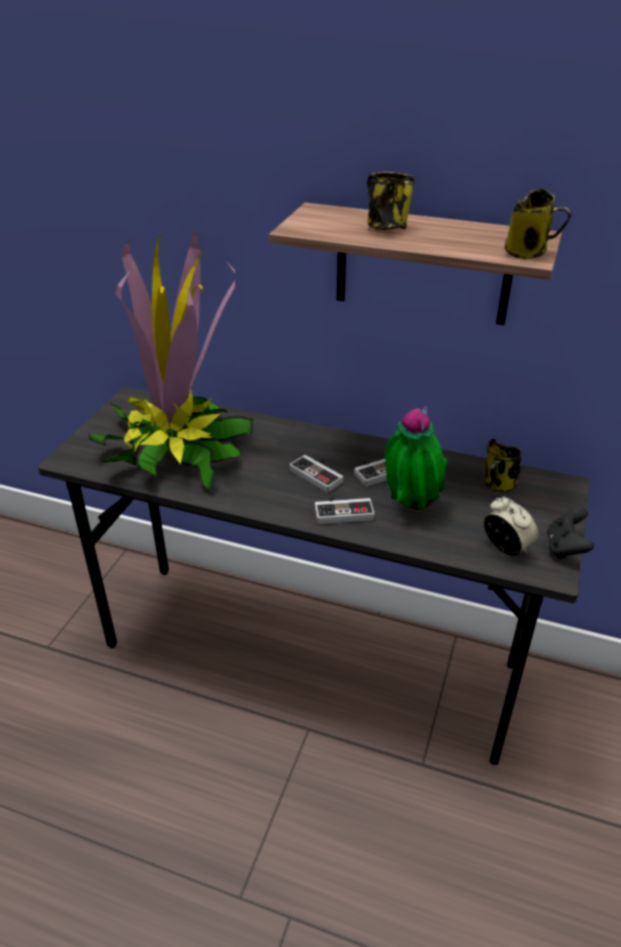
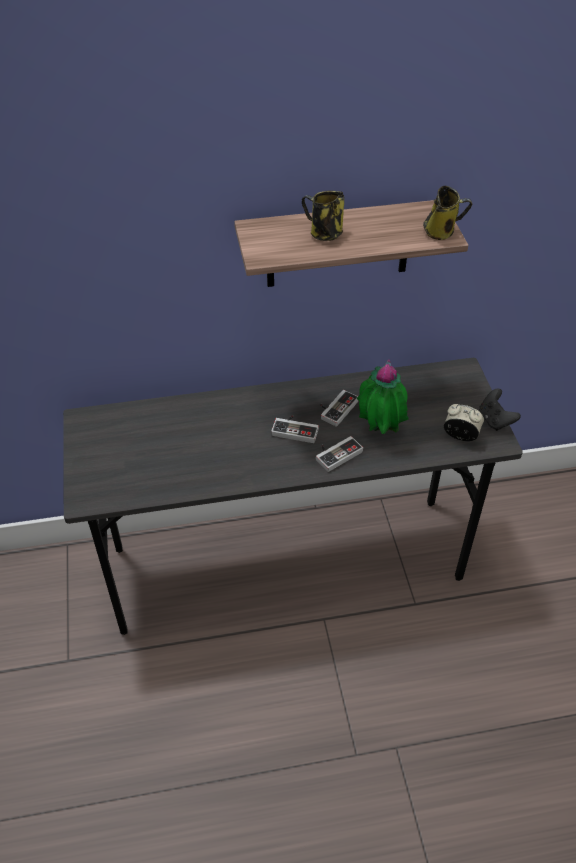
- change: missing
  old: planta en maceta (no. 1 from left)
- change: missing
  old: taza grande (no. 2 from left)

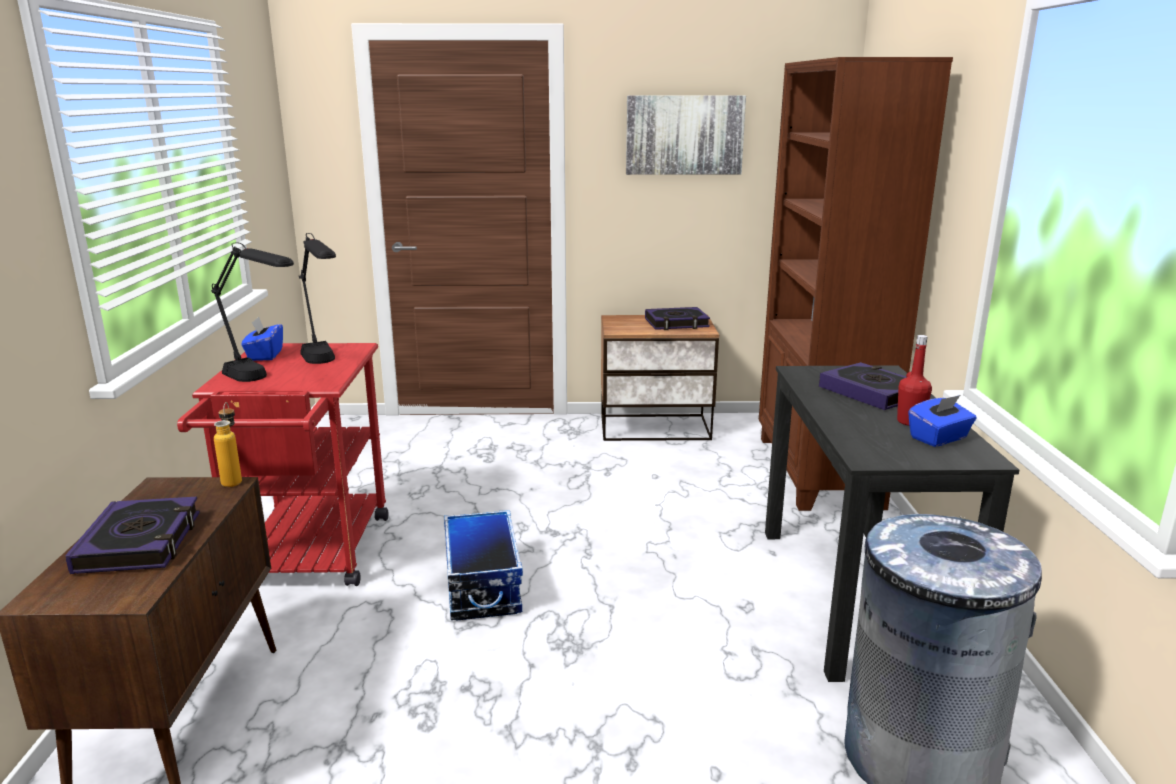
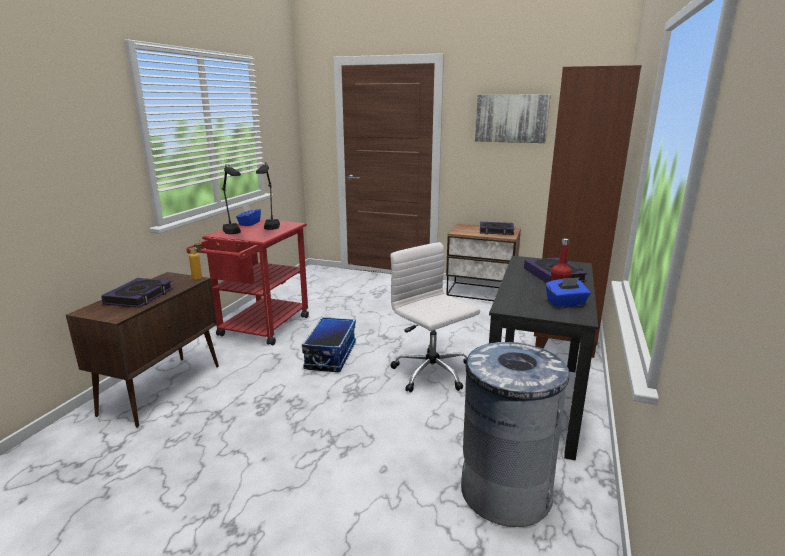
- change: appeared
  new: silla de oficina/blanco

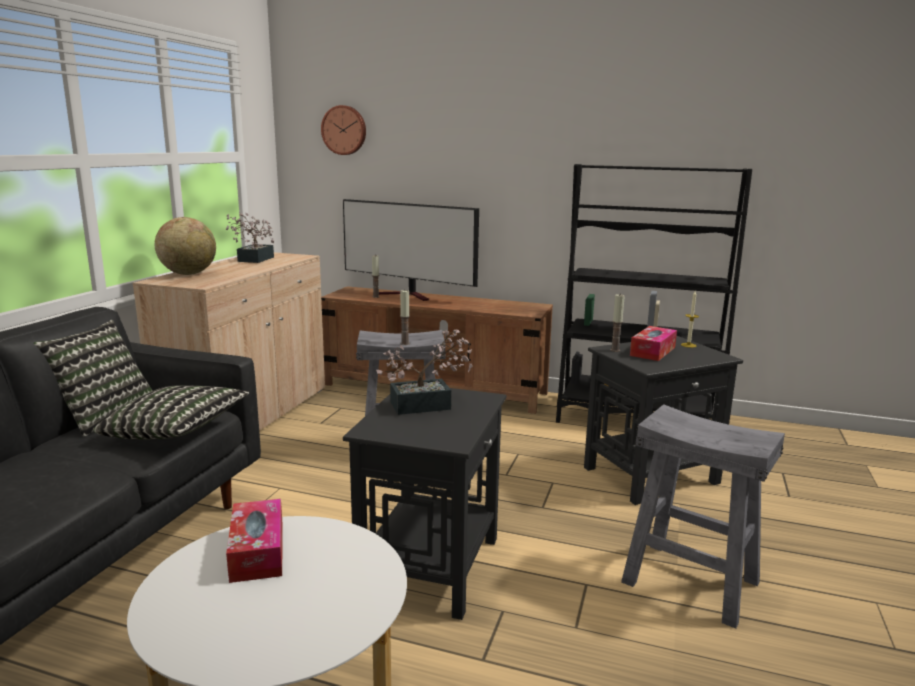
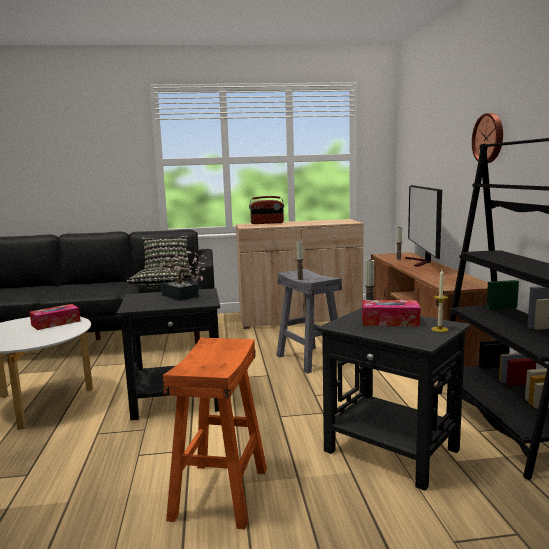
- change: colour
  old: taburete/gris (no. 2 from left)
  new: taburete/naranja
- change: exchanged
  old: globo terráqueo
  new: radio
- change: relocated
  old: reloj de pared
- change: missing
  old: planta en maceta (no. 1 from left)

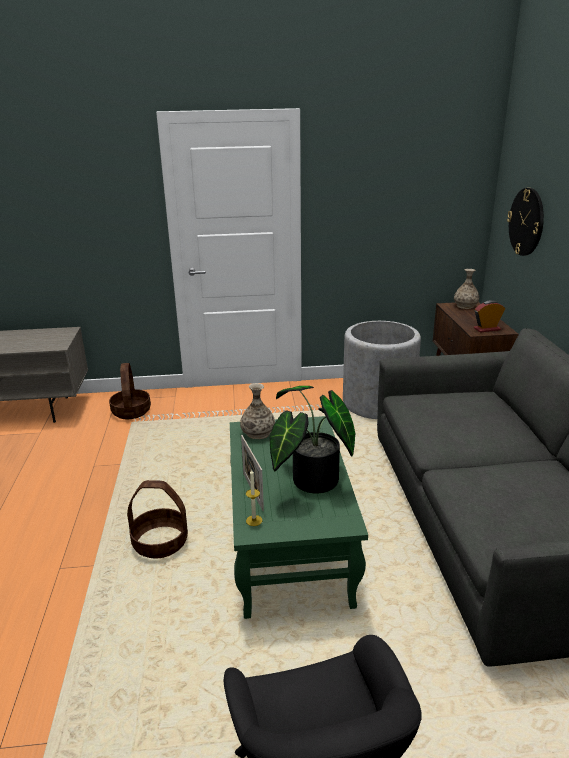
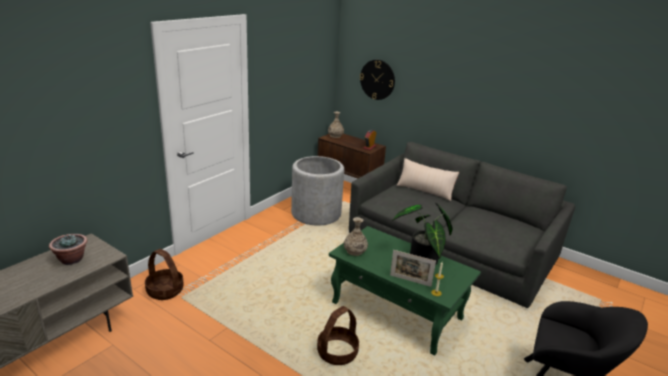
- change: appeared
  new: planta en maceta (no. 1 from left)
- change: appeared
  new: cojín/beis

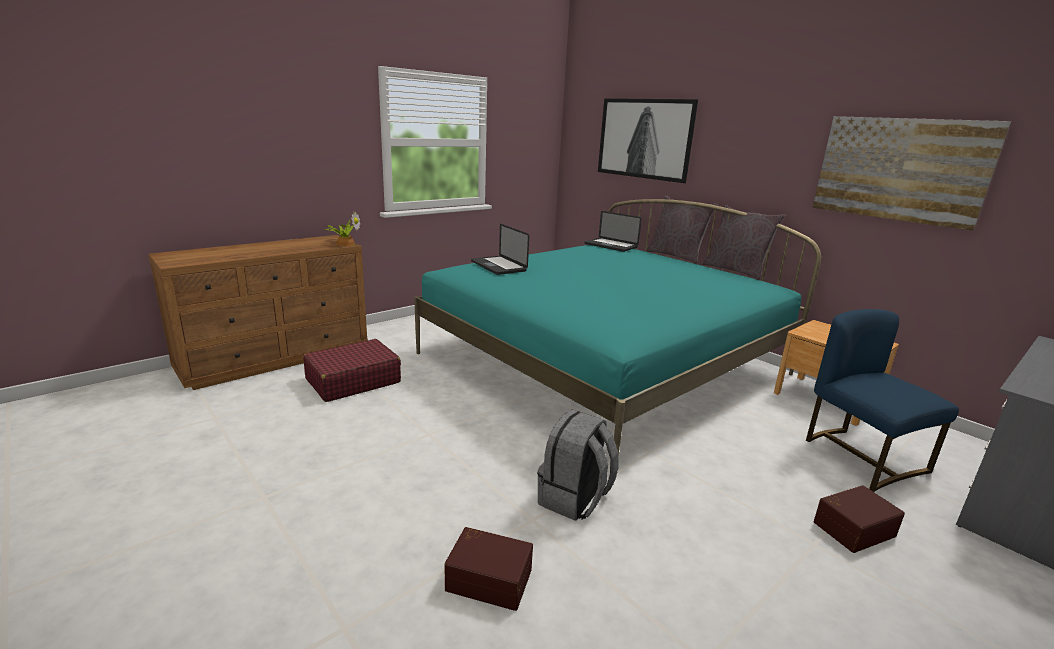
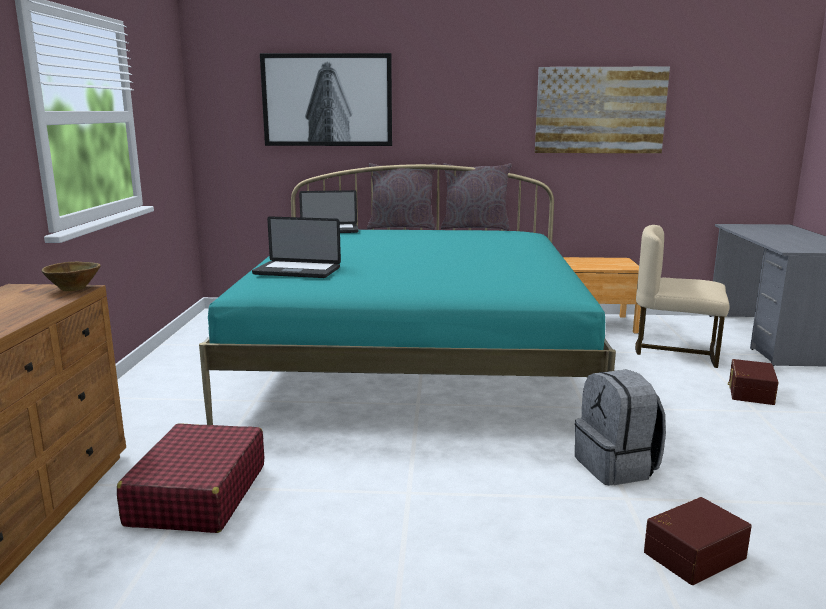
- change: exchanged
  old: planta en maceta
  new: cuenco/marrón
- change: colour
  old: silla/azul
  new: silla/beis

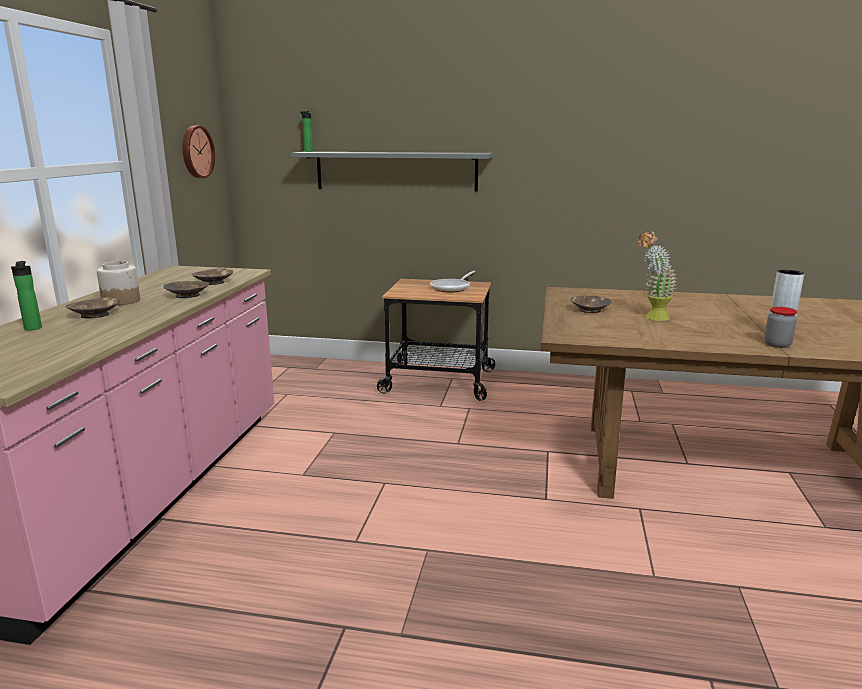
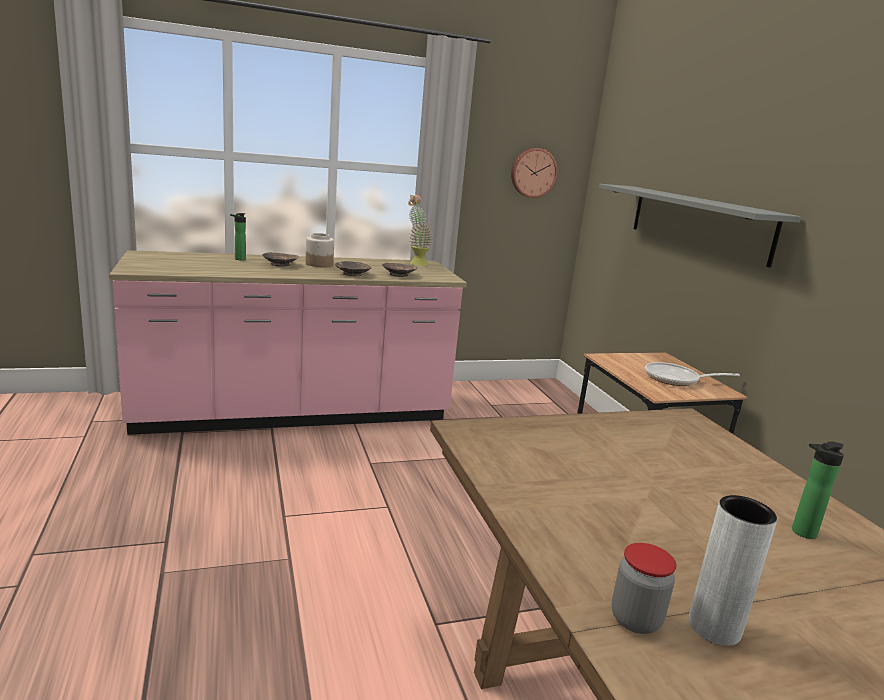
- change: relocated
  old: planta en maceta
- change: relocated
  old: botella (no. 2 from left)
- change: missing
  old: cuenco/marrón (no. 4 from left)

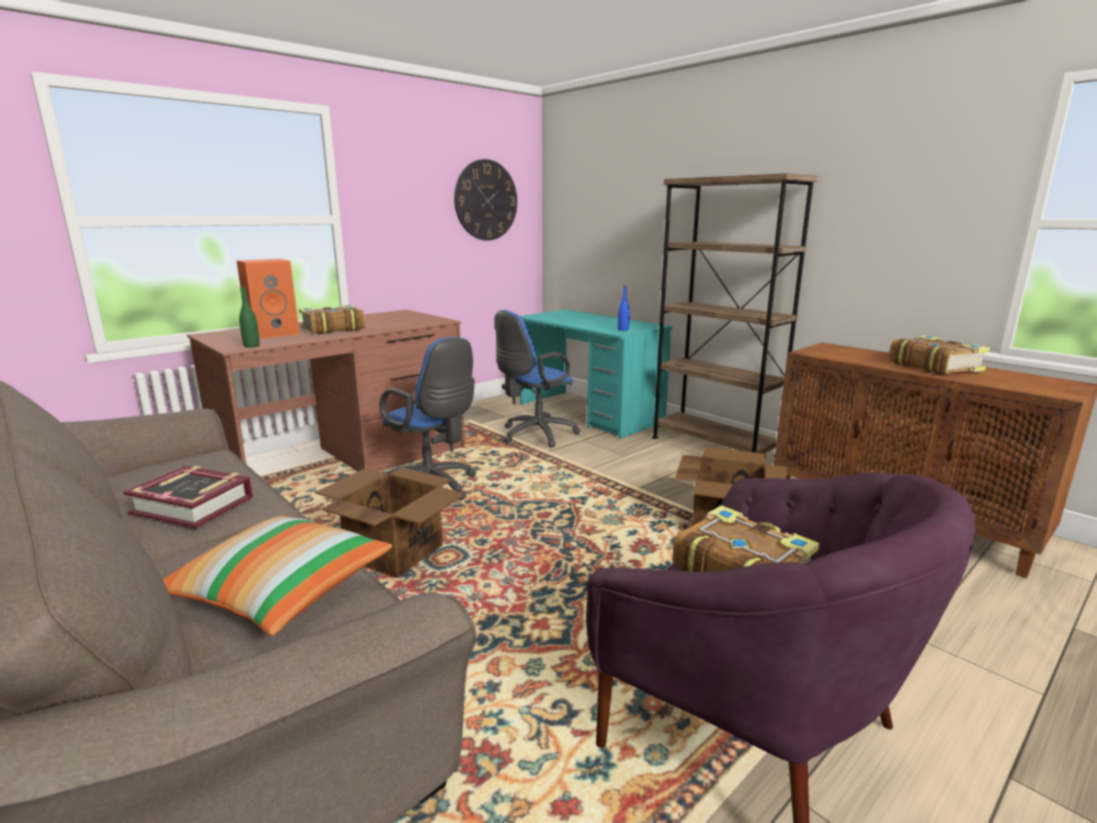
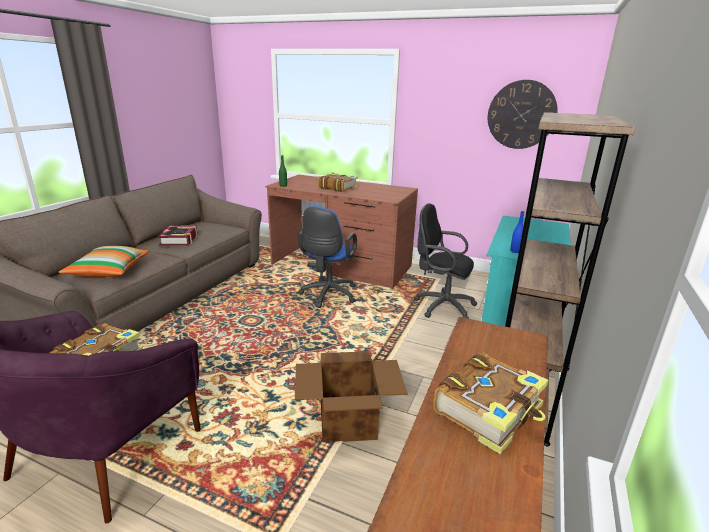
- change: colour
  old: silla de oficina/azul (no. 2 from left)
  new: silla de oficina/negro
- change: missing
  old: altavoz/naranja
- change: missing
  old: caja de cartón (no. 1 from left)

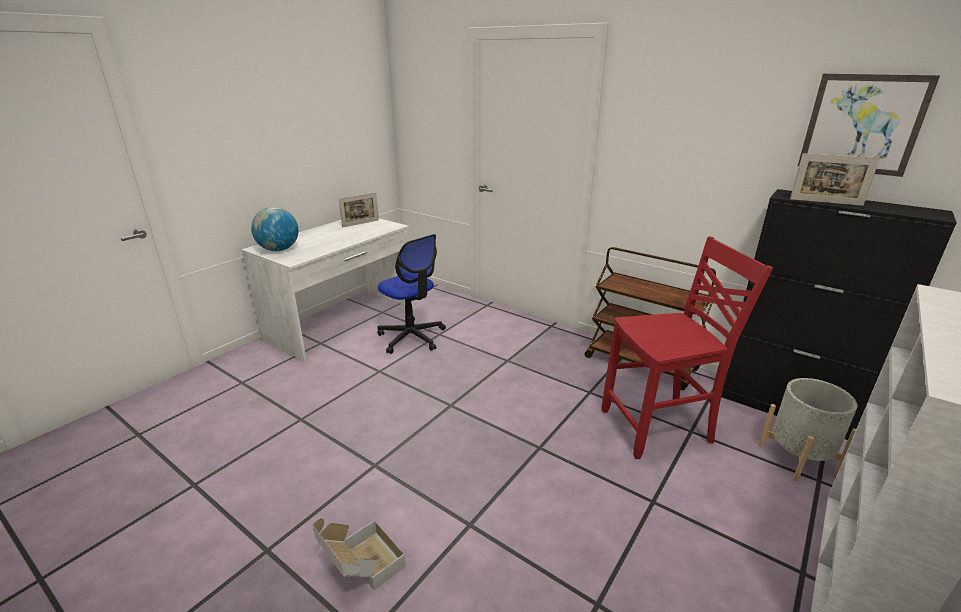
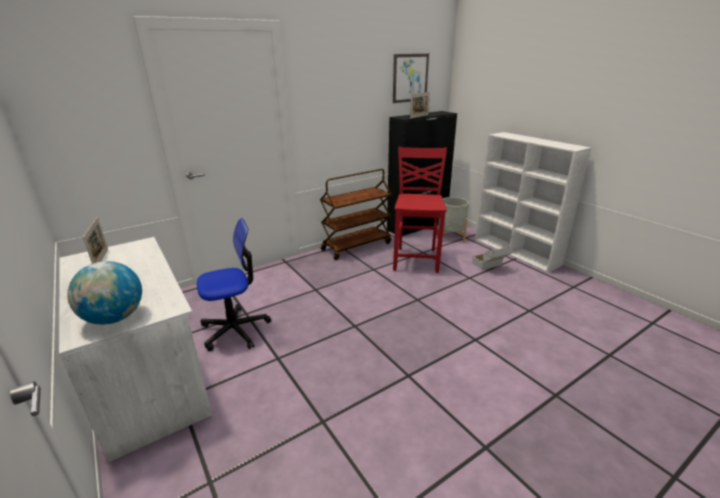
- change: relocated
  old: caja de cartón

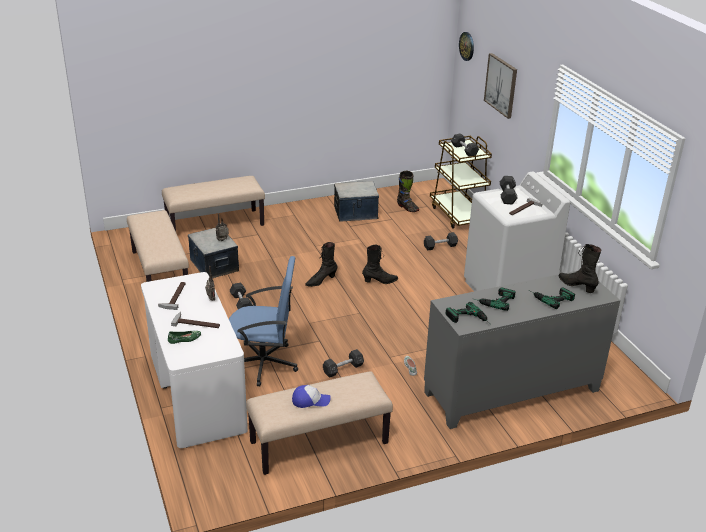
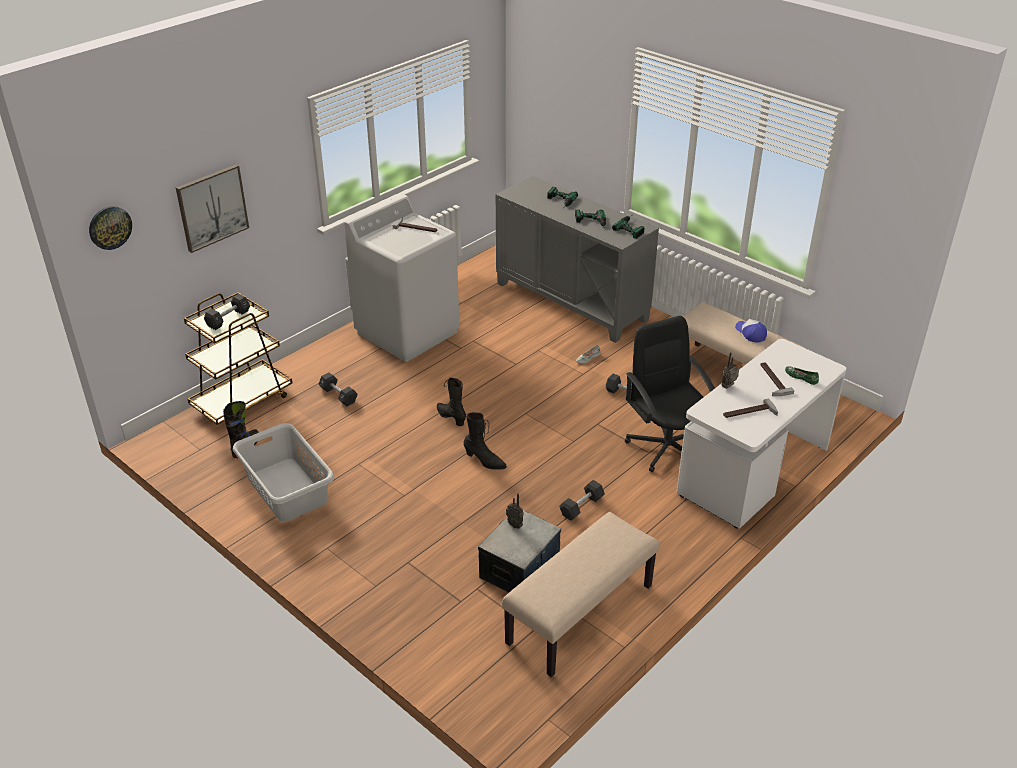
- change: exchanged
  old: caja de almacenaje (no. 2 from left)
  new: cesto de la ropa/gris
- change: colour
  old: silla de oficina/azul
  new: silla de oficina/negro
- change: missing
  old: banco/beis (no. 2 from left)
- change: missing
  old: mancuerna/negro (no. 5 from left)
- change: missing
  old: bota/negro (no. 4 from left)

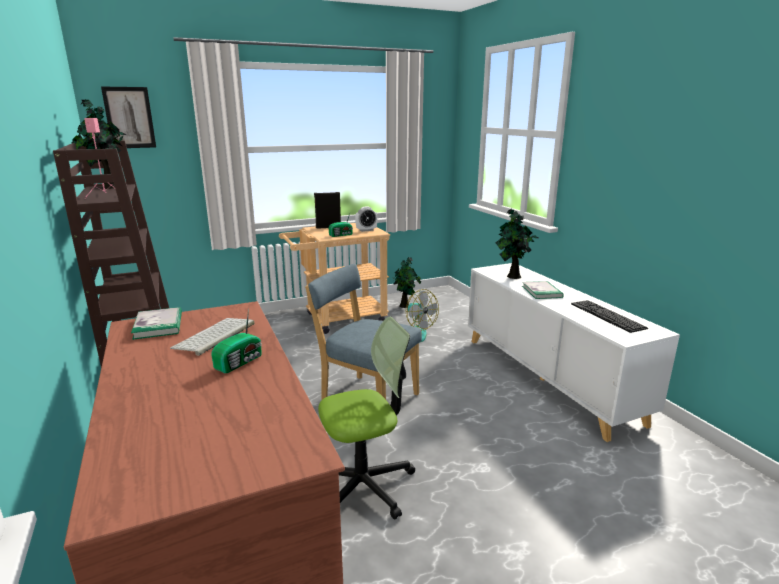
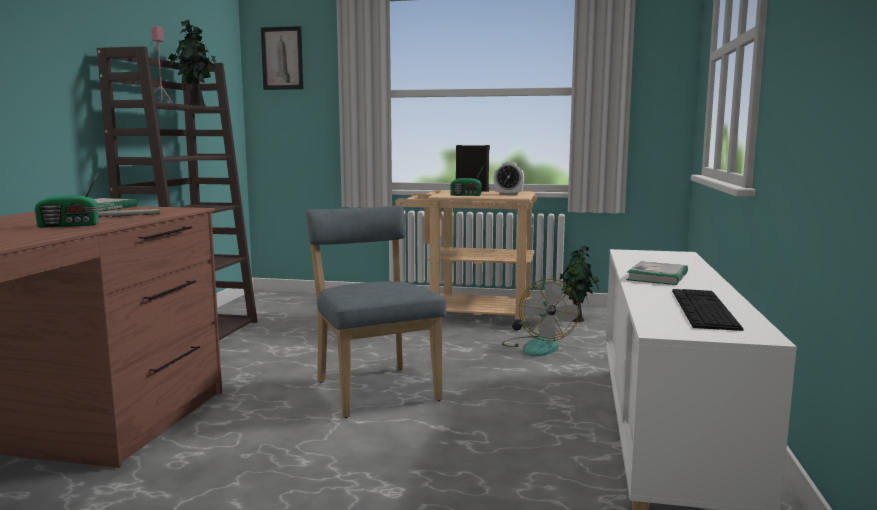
- change: missing
  old: silla de oficina
- change: missing
  old: planta en maceta (no. 3 from left)

